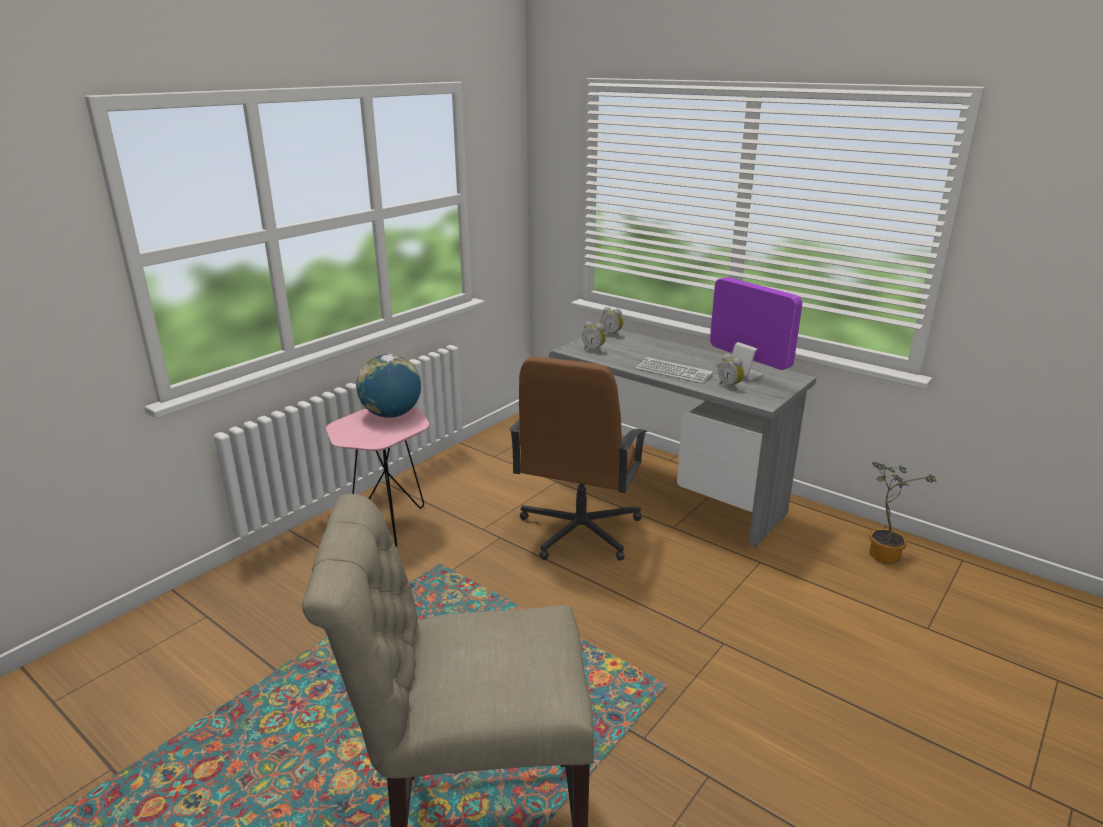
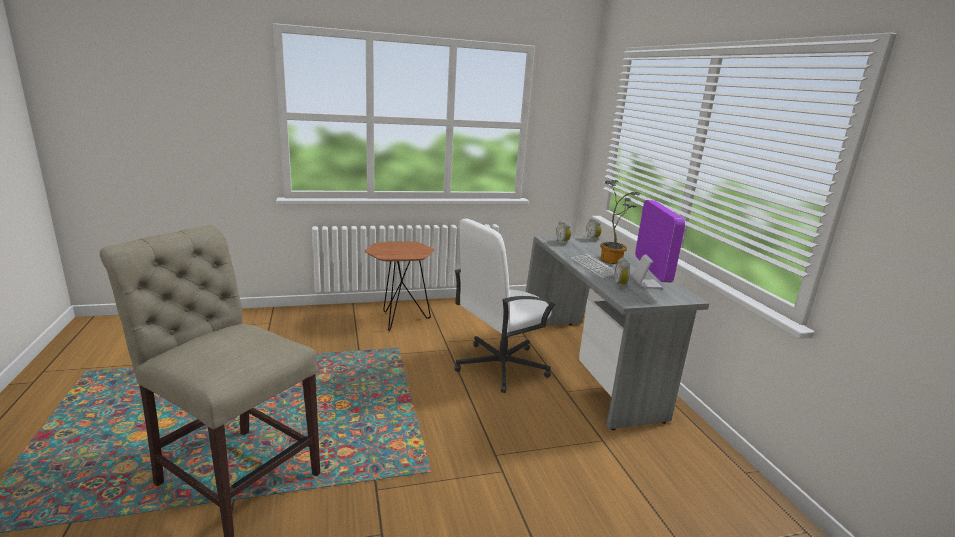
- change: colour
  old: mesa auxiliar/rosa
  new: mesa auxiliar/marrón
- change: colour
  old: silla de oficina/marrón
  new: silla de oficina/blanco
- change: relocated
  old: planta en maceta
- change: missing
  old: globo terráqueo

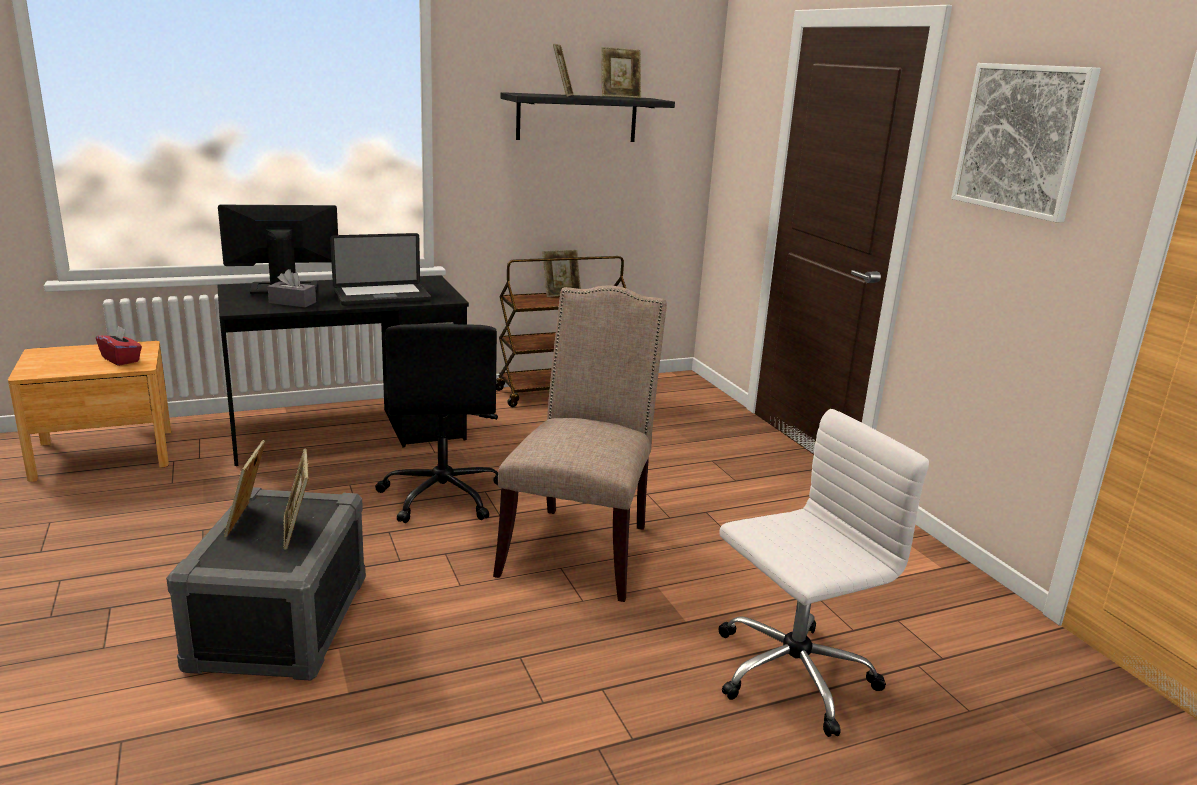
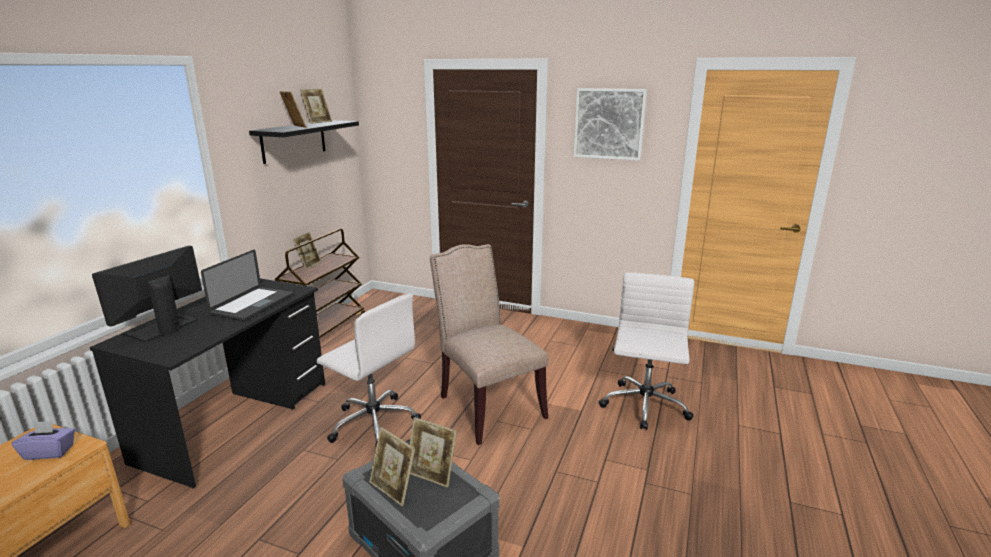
- change: colour
  old: caja de pañuelos/rojo
  new: caja de pañuelos/morado
- change: colour
  old: silla de oficina/negro
  new: silla de oficina/blanco (no. 1 from left)
- change: missing
  old: caja de pañuelos/gris

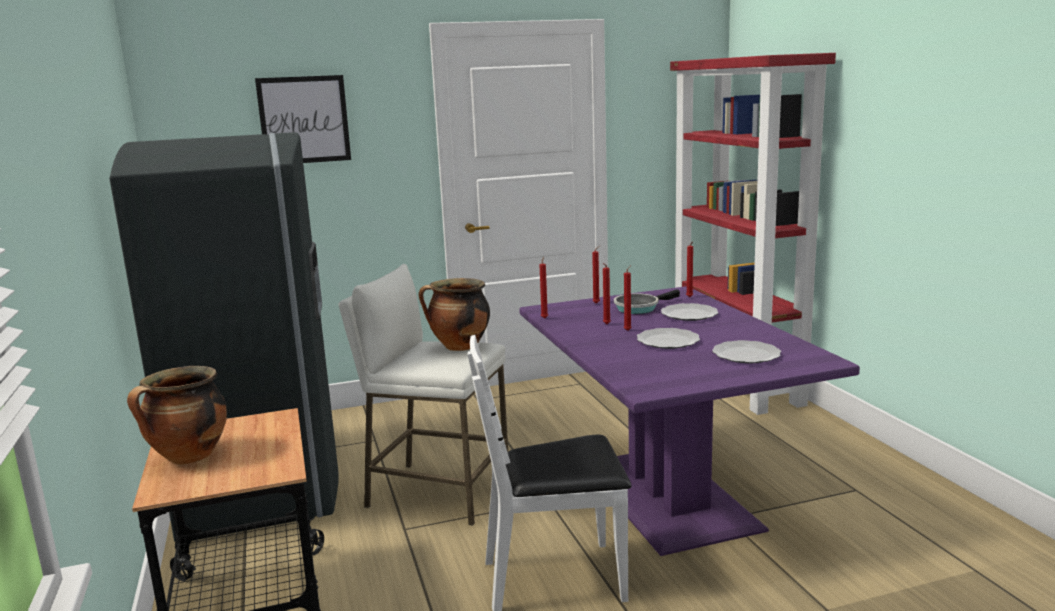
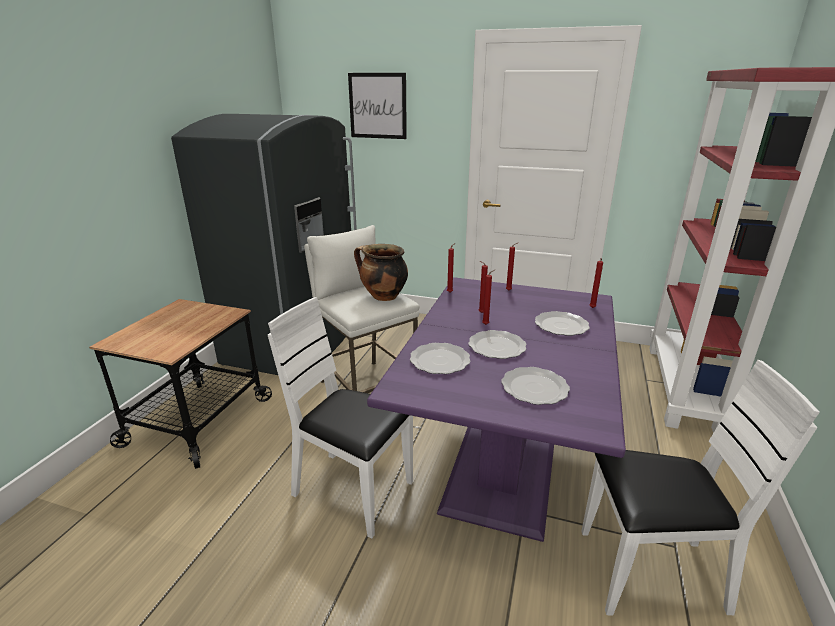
- change: appeared
  new: plato (no. 1 from left)
- change: appeared
  new: silla/blanco (no. 2 from left)
- change: missing
  old: olla (no. 1 from left)
- change: missing
  old: sartén

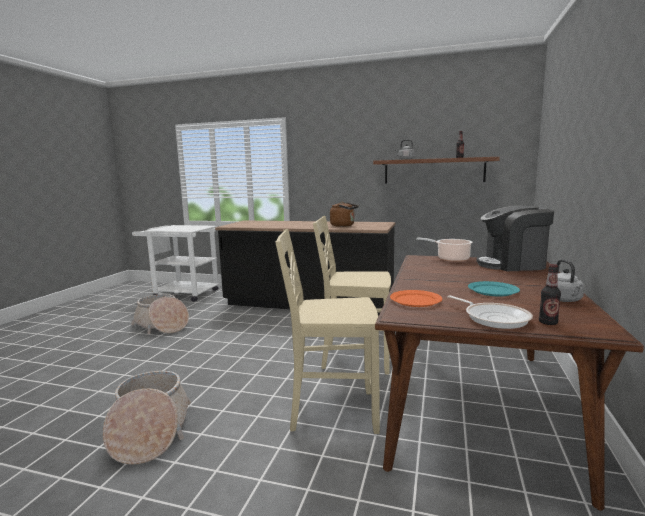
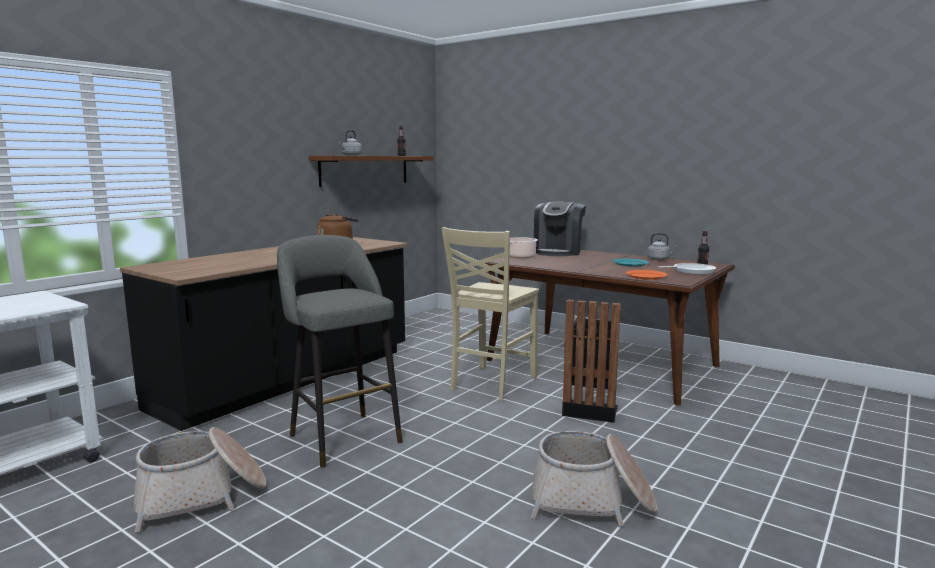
- change: appeared
  new: taburete/gris
- change: exchanged
  old: silla/beis (no. 1 from left)
  new: papelera/negro

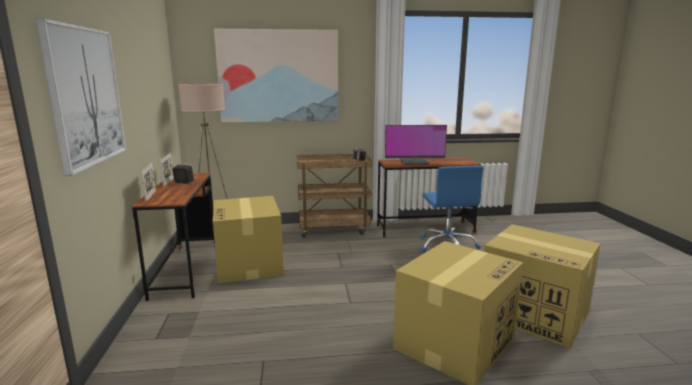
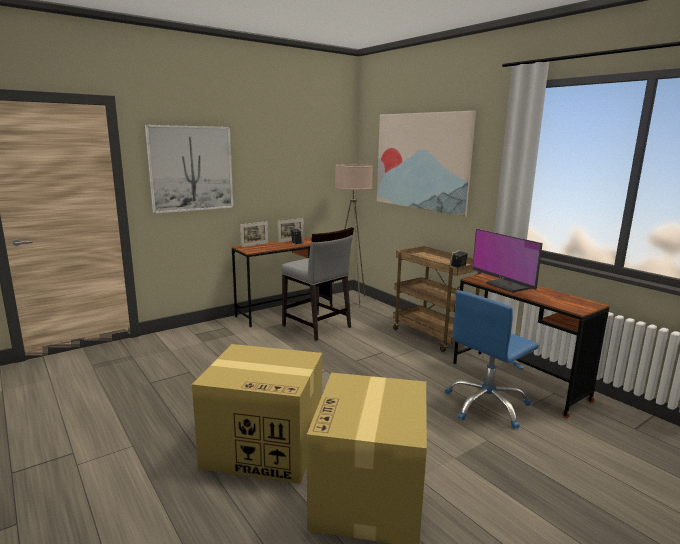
- change: exchanged
  old: caja de cartón (no. 1 from left)
  new: silla/gris

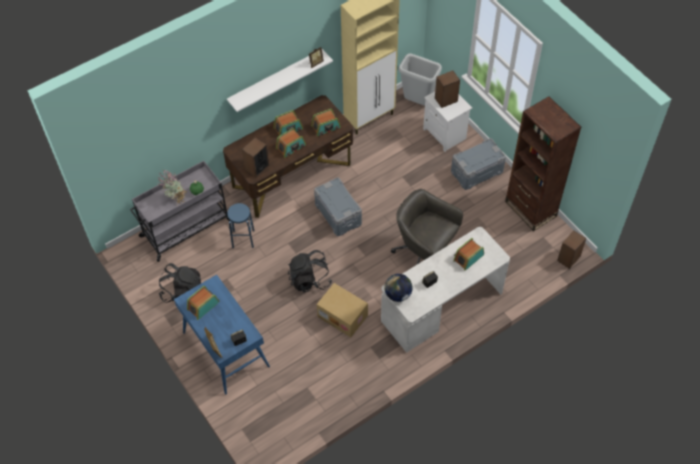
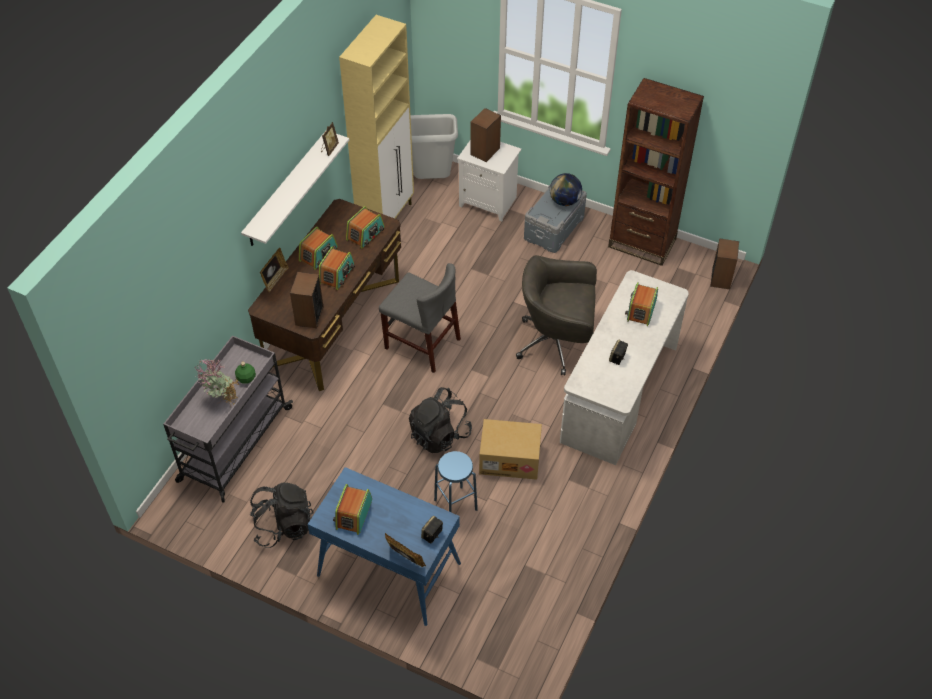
- change: appeared
  new: portarretratos (no. 1 from left)
- change: exchanged
  old: caja de almacenaje/gris (no. 1 from left)
  new: silla/gris
- change: relocated
  old: taburete/azul
- change: relocated
  old: globo terráqueo

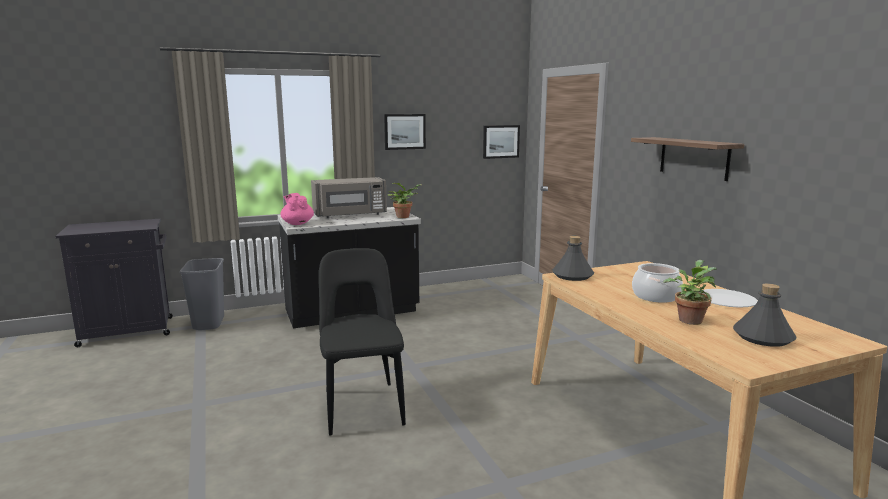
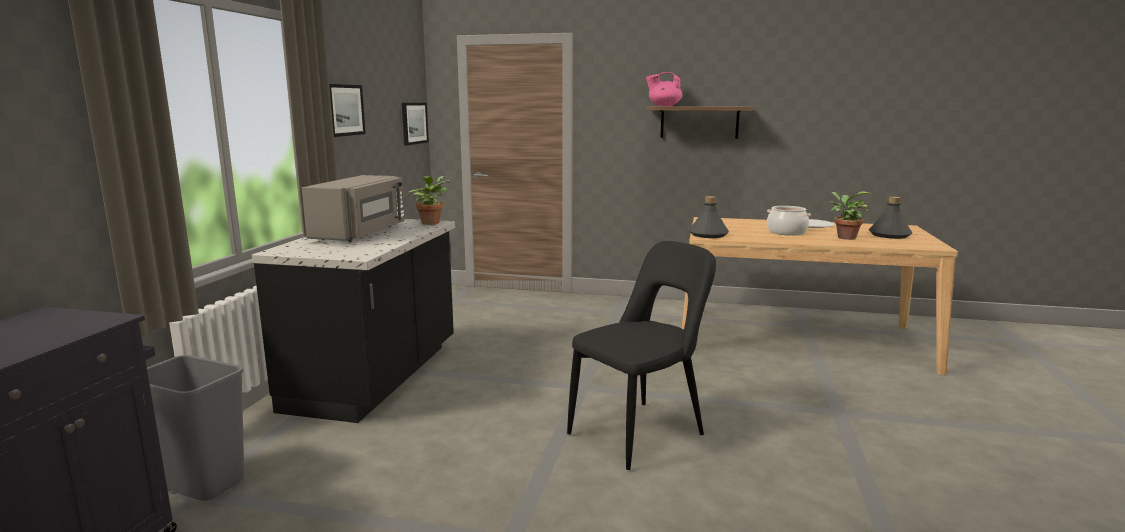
- change: spun
  old: silla/negro
  degrees: 120
- change: relocated
  old: tetera/rosa

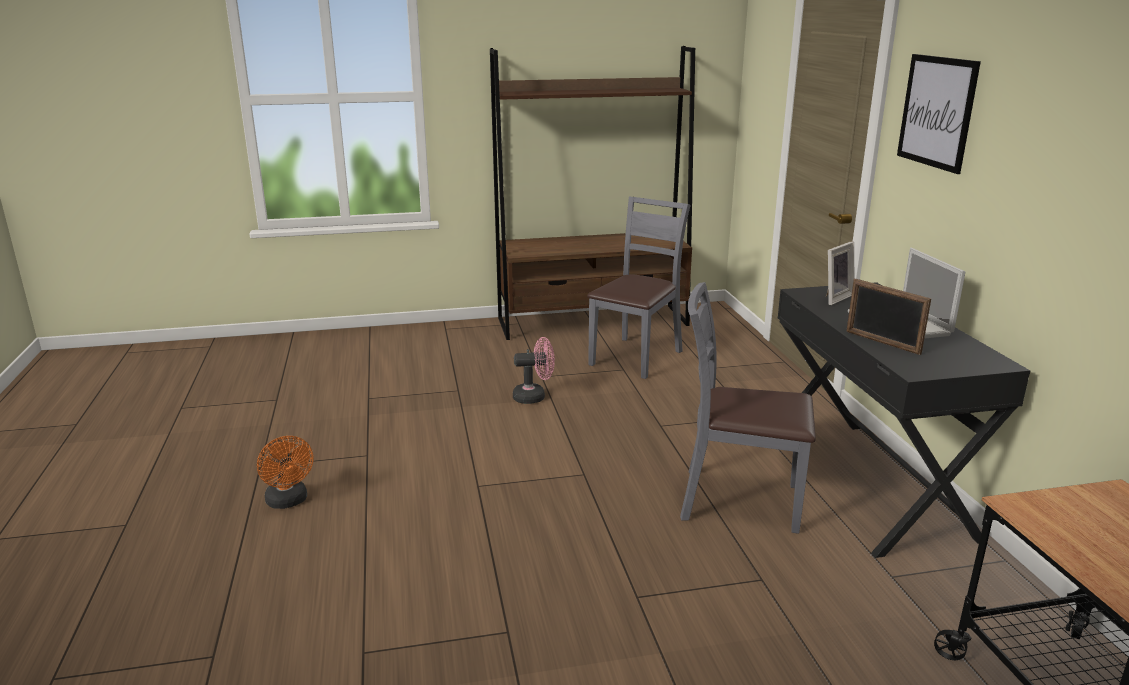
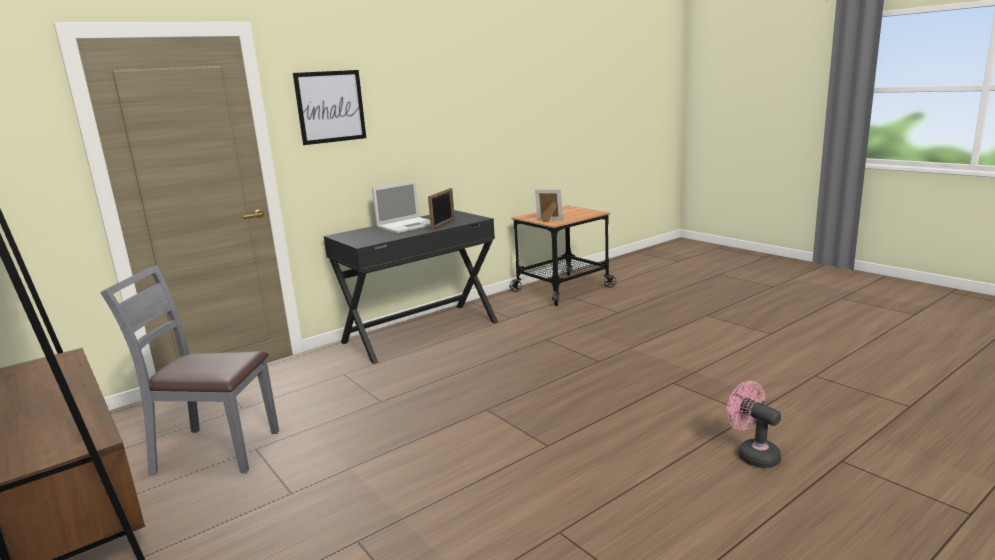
- change: relocated
  old: portarretratos (no. 1 from left in the first image)
  new: portarretratos (no. 2 from left)
- change: relocated
  old: ventilador/rosa
- change: missing
  old: ventilador/naranja
- change: missing
  old: silla/gris (no. 2 from left)

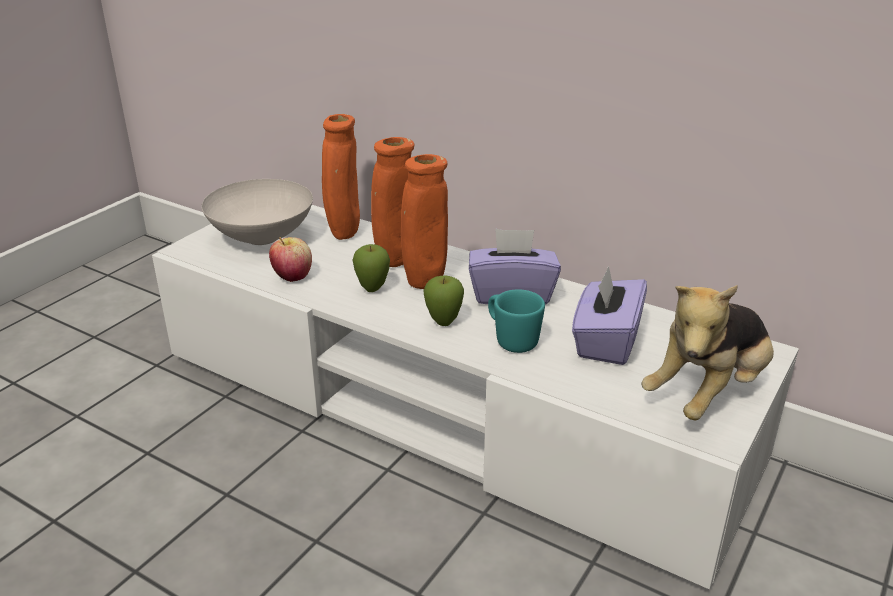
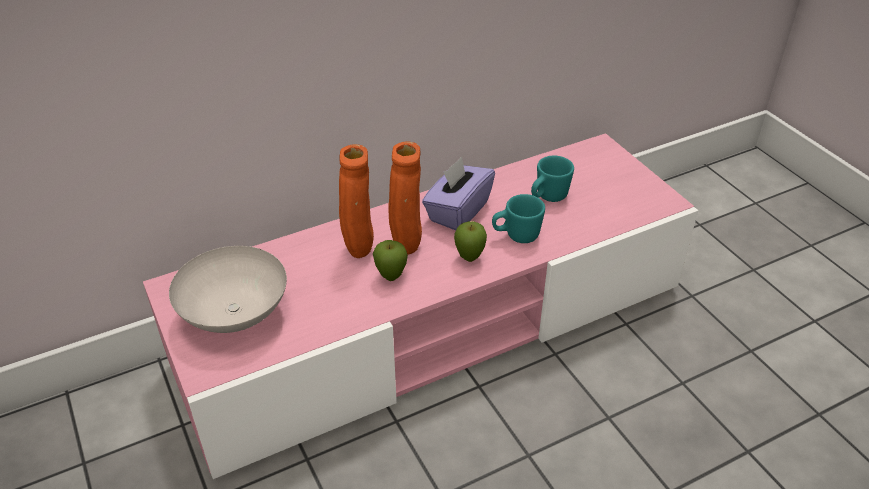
- change: colour
  old: mueble de televisión/blanco
  new: mueble de televisión/rosa
- change: exchanged
  old: caja de pañuelos/morado (no. 2 from left)
  new: taza grande/turquesa (no. 2 from left)
- change: missing
  old: manzana (no. 1 from left)
- change: missing
  old: florero/naranja (no. 1 from left)
- change: missing
  old: peluche

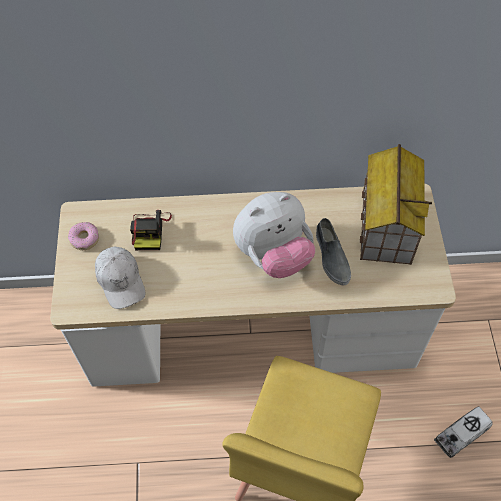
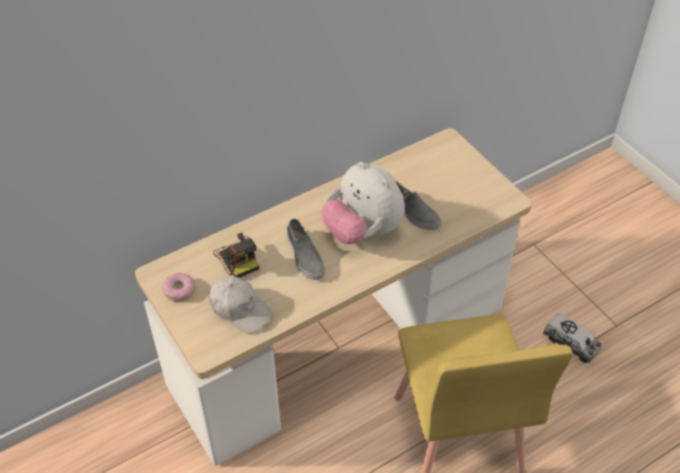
- change: appeared
  new: zapato/gris (no. 1 from left)
- change: spun
  old: peluche
  degrees: 105
- change: spun
  old: camión de juguete
  degrees: -75
- change: missing
  old: casita

